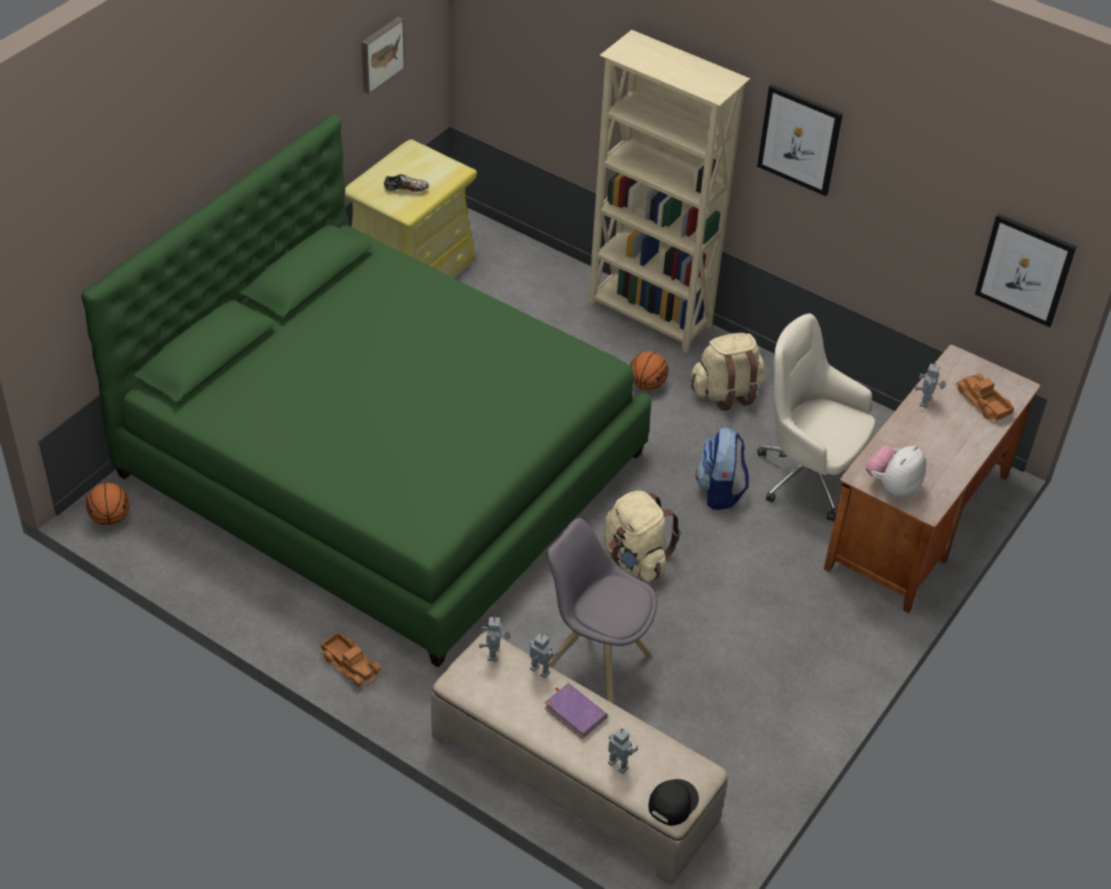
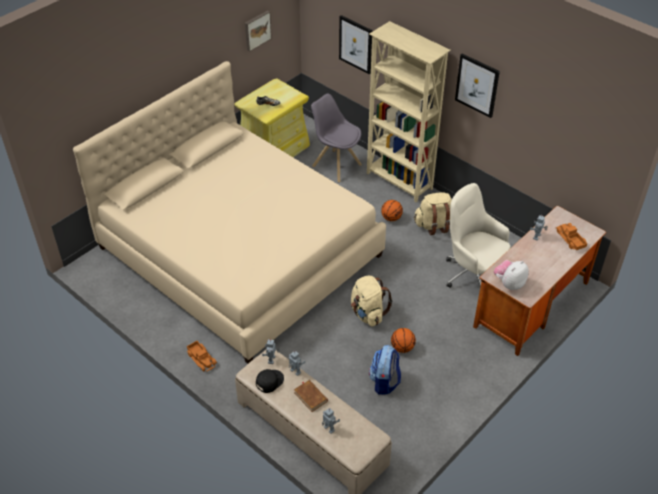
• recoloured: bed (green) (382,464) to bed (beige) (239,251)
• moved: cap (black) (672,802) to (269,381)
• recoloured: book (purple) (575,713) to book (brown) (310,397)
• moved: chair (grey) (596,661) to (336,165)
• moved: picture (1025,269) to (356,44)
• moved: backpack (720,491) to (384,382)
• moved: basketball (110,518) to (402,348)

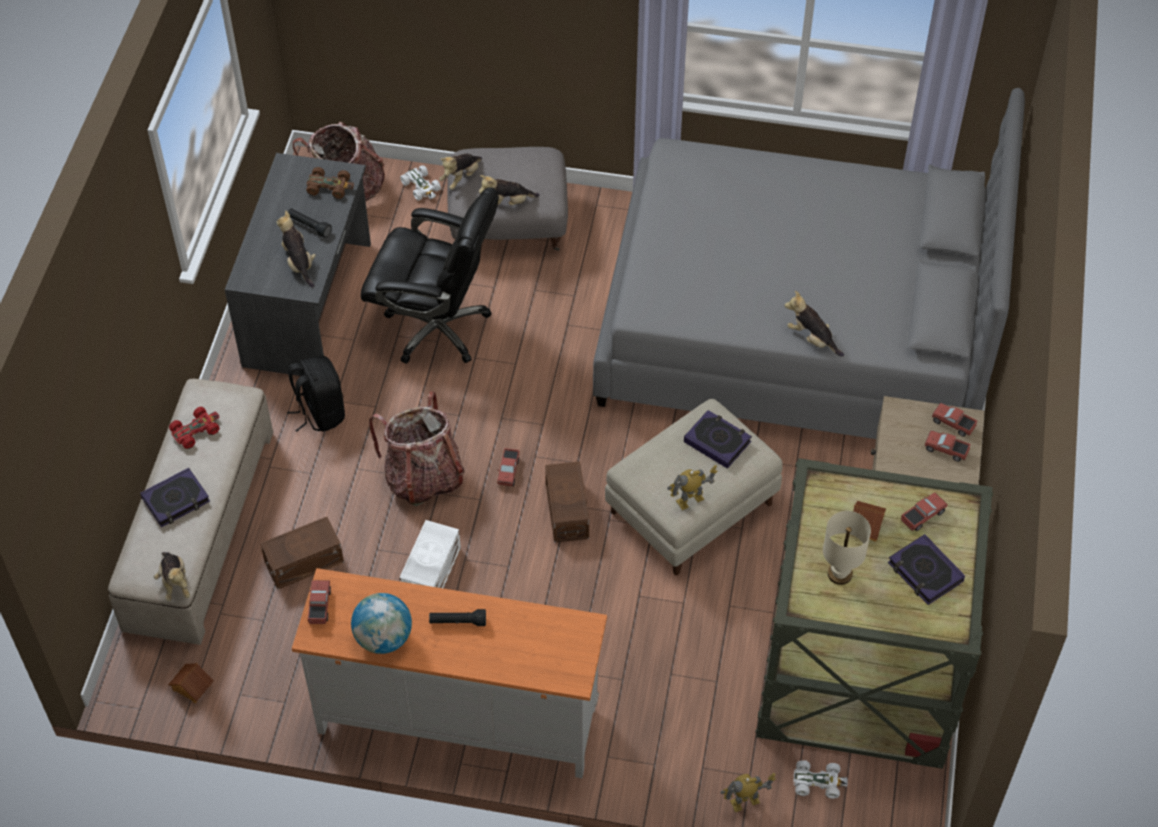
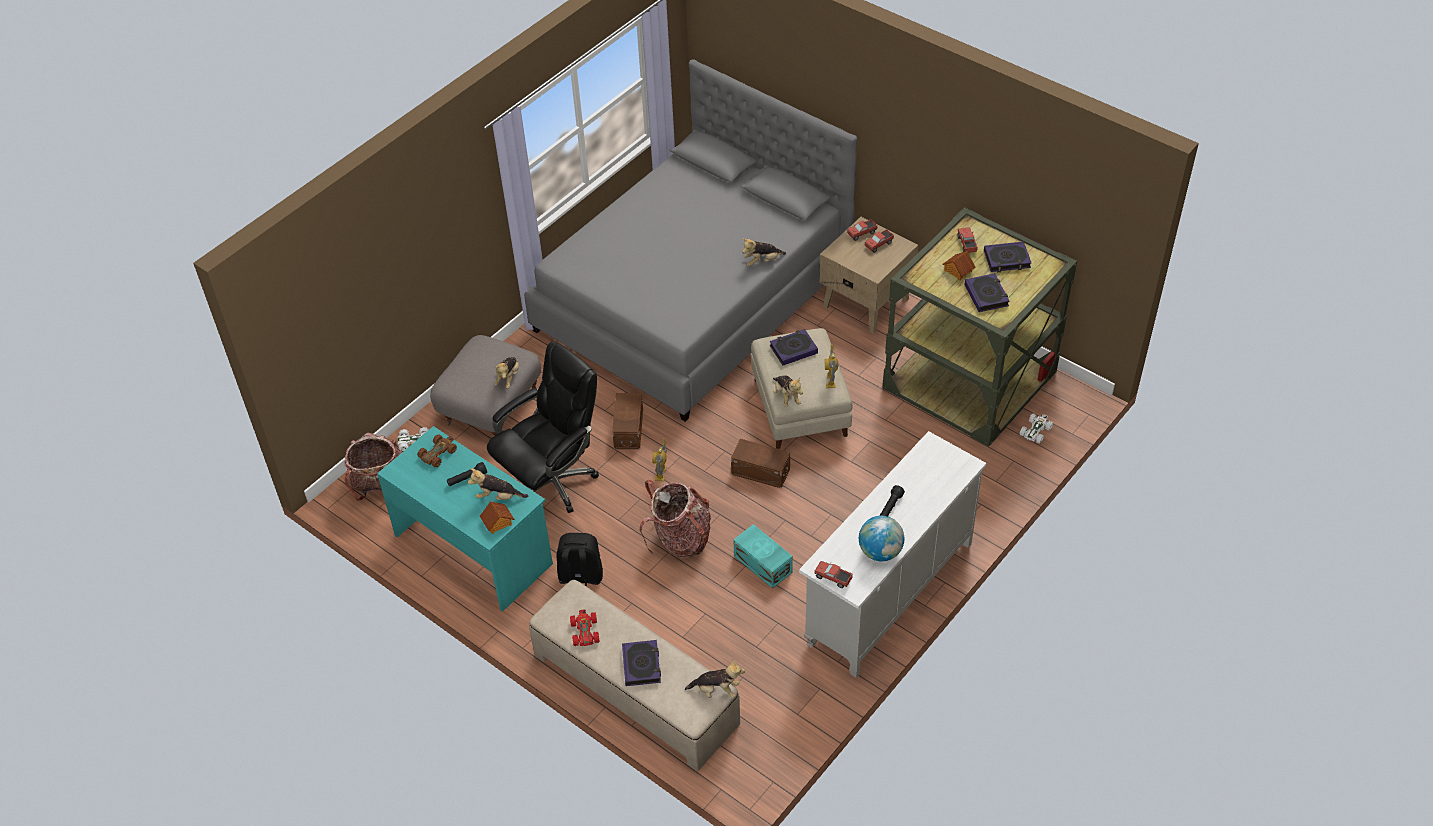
• recoloured: desk (grey) (309,304) to desk (turquoise) (474,548)
• moved: toy house (191,687) to (497,522)
• moved: storage box (brown) (302,562) to (627,430)
• moved: toy robot (745,803) to (661,474)
• recoloured: storage box (white) (430,573) to storage box (turquoise) (763,565)
• moved: plush toy (461,178) to (786,397)
• recoloured: dresser (orange) (457,717) to dresser (white) (887,593)
• replaced: table lamp (beige) (840,574) to book (986,295)
• removed: toy truck (508,472)

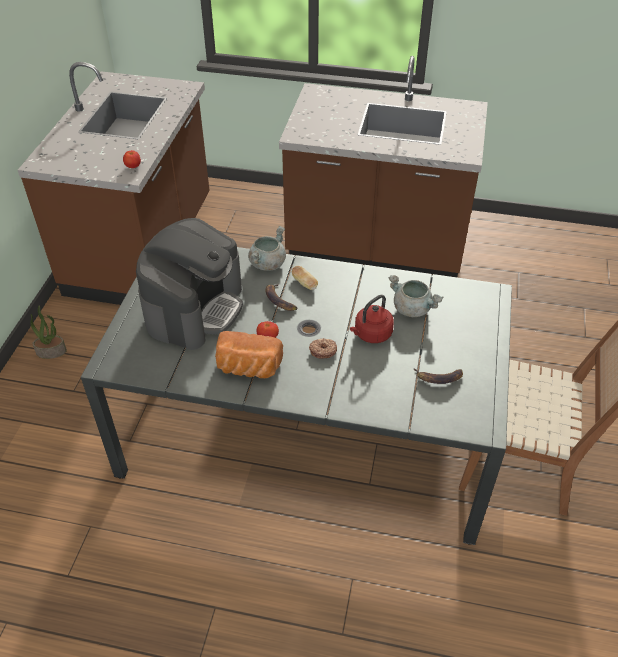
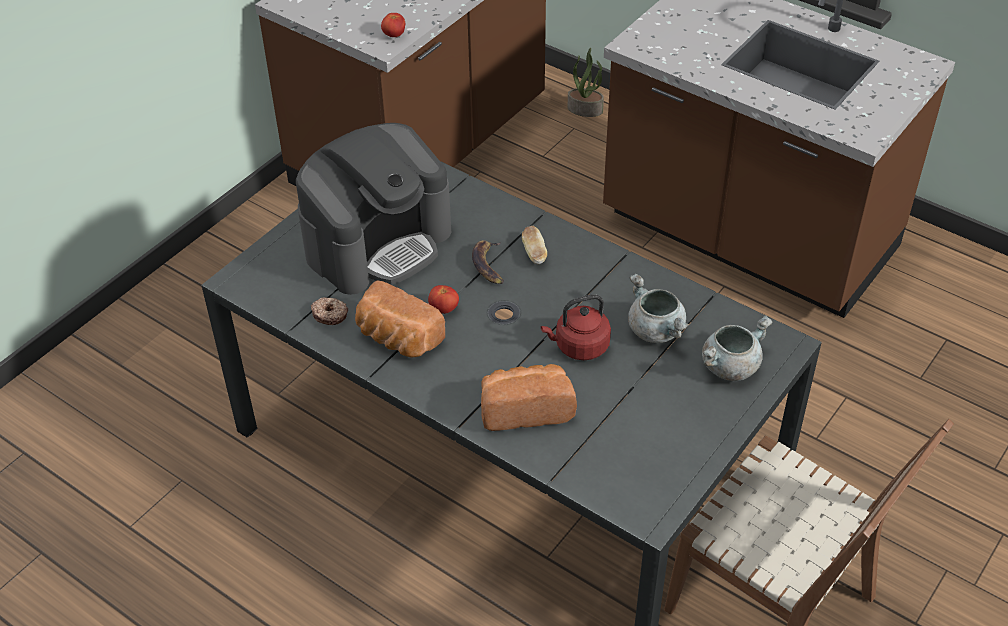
• moved: donut (323,351) to (330,314)
• added: bread (525,408)
• moved: potted plant (52,351) to (585,109)
• moved: cooking pot (grey) (267,263) to (730,366)
• removed: banana (438,378)

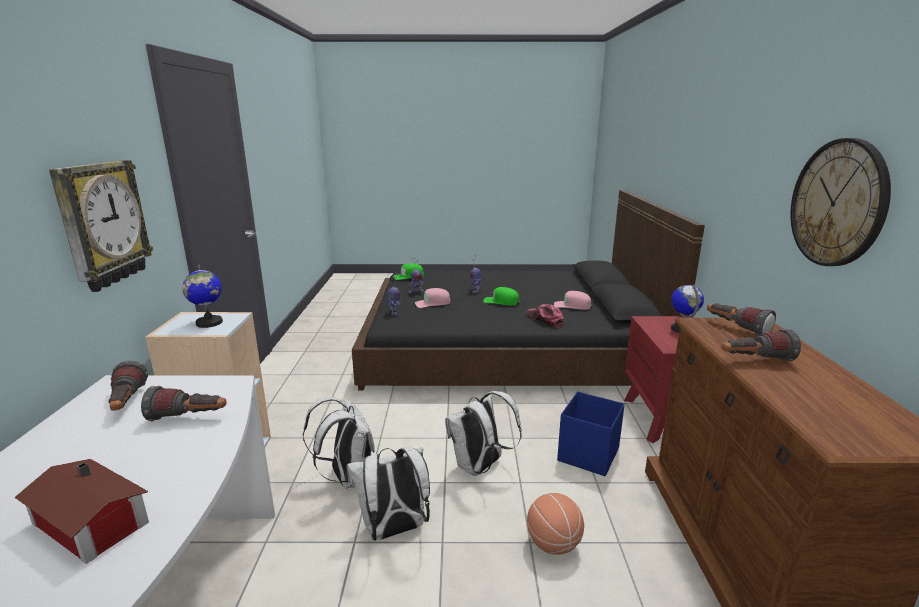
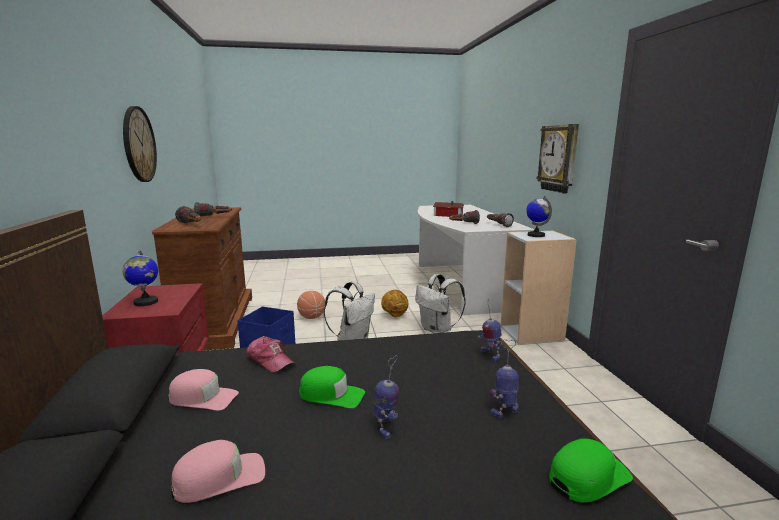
• moved: cap (pink) (432,303) to (220,478)
• replaced: backpack (white) (394,530) to basketball (394,315)

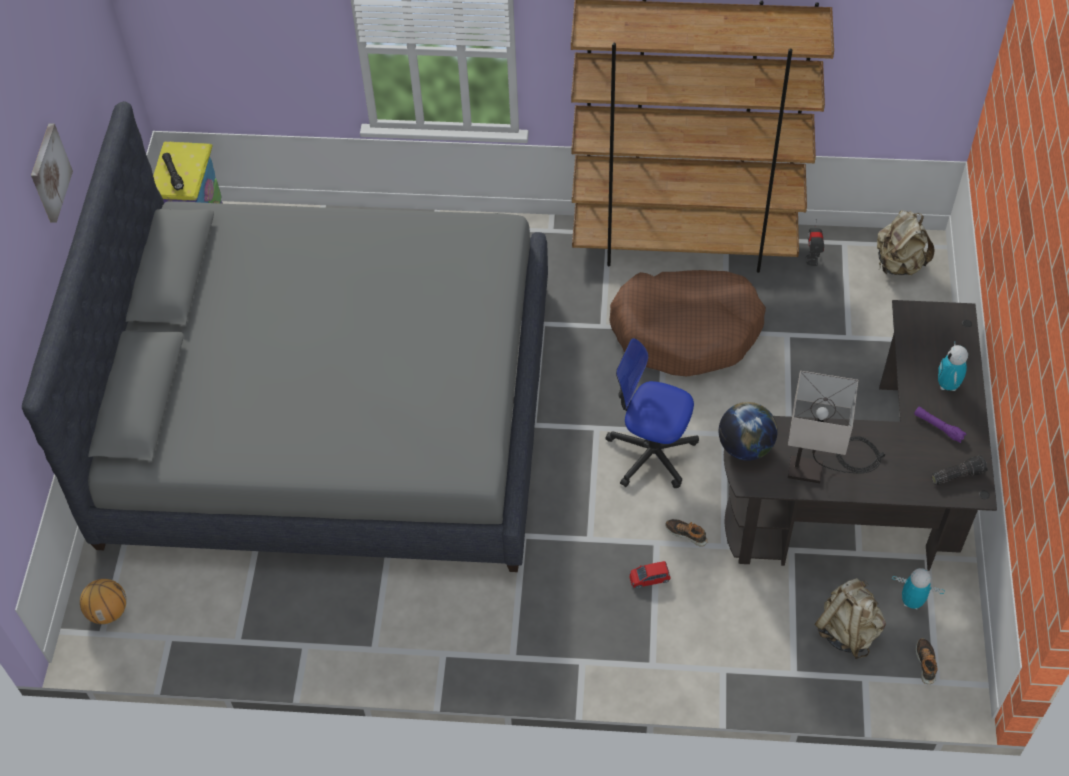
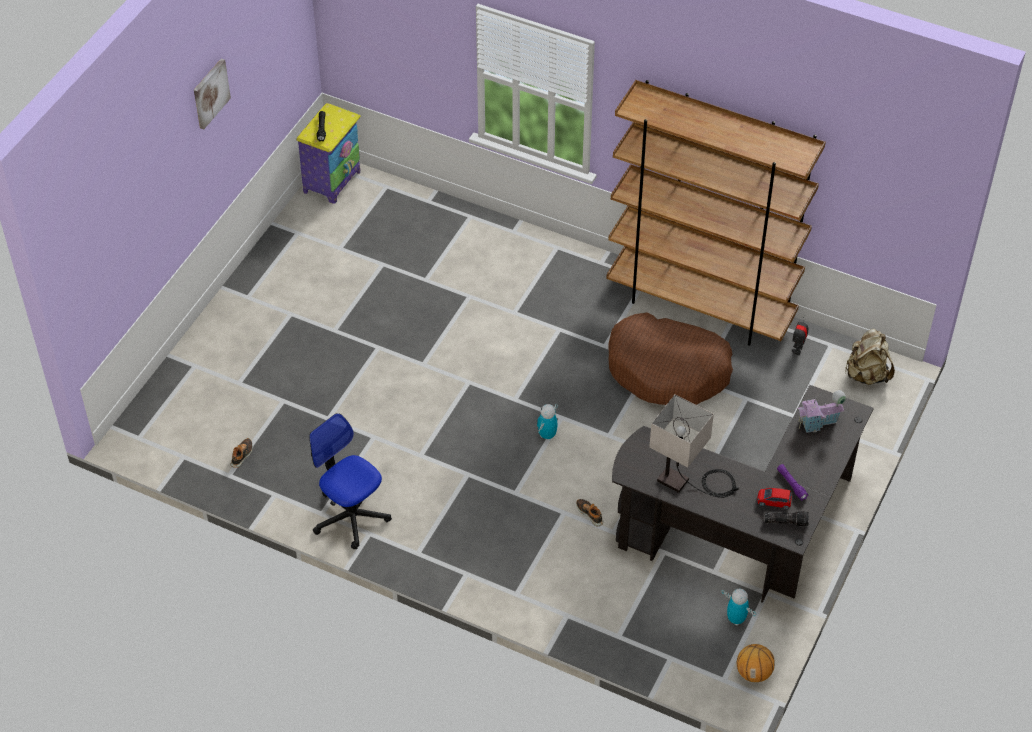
• moved: shoe (926,663) to (242,455)
• moved: office chair (651,452) to (351,516)
• moved: toy robot (947,385) to (547,435)
• moved: basketball (108,611) to (753,672)
• moved: toy car (red) (649,578) to (773,501)
• added: toy house (818,423)
• removed: bed (grey) (330,410)
• removed: globe (745,447)
• removed: backpack (beige) (847,630)

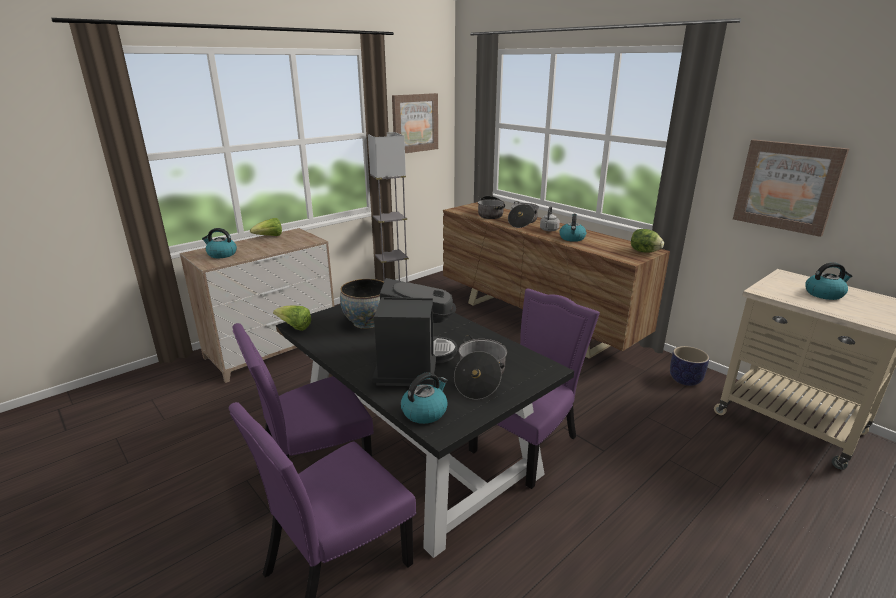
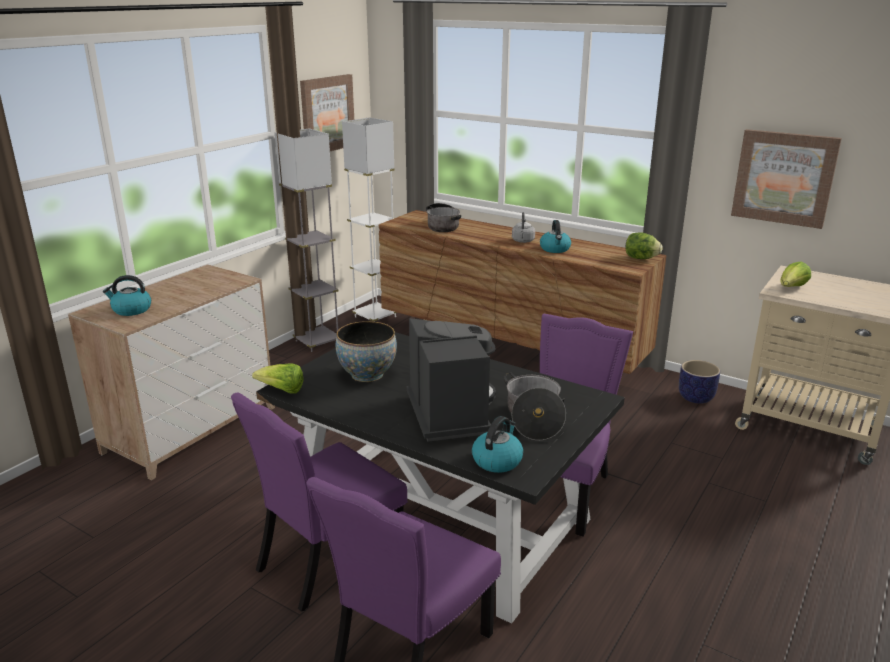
• added: floor lamp (white) (375,317)
• moved: lettuce (269,237) to (792,288)
• removed: cooking pot (522,222)
• removed: kettle (824,294)

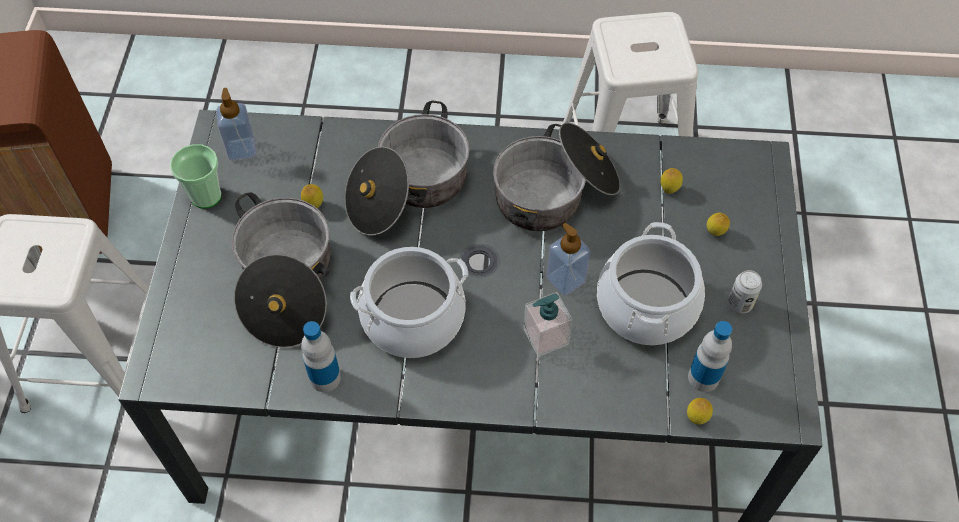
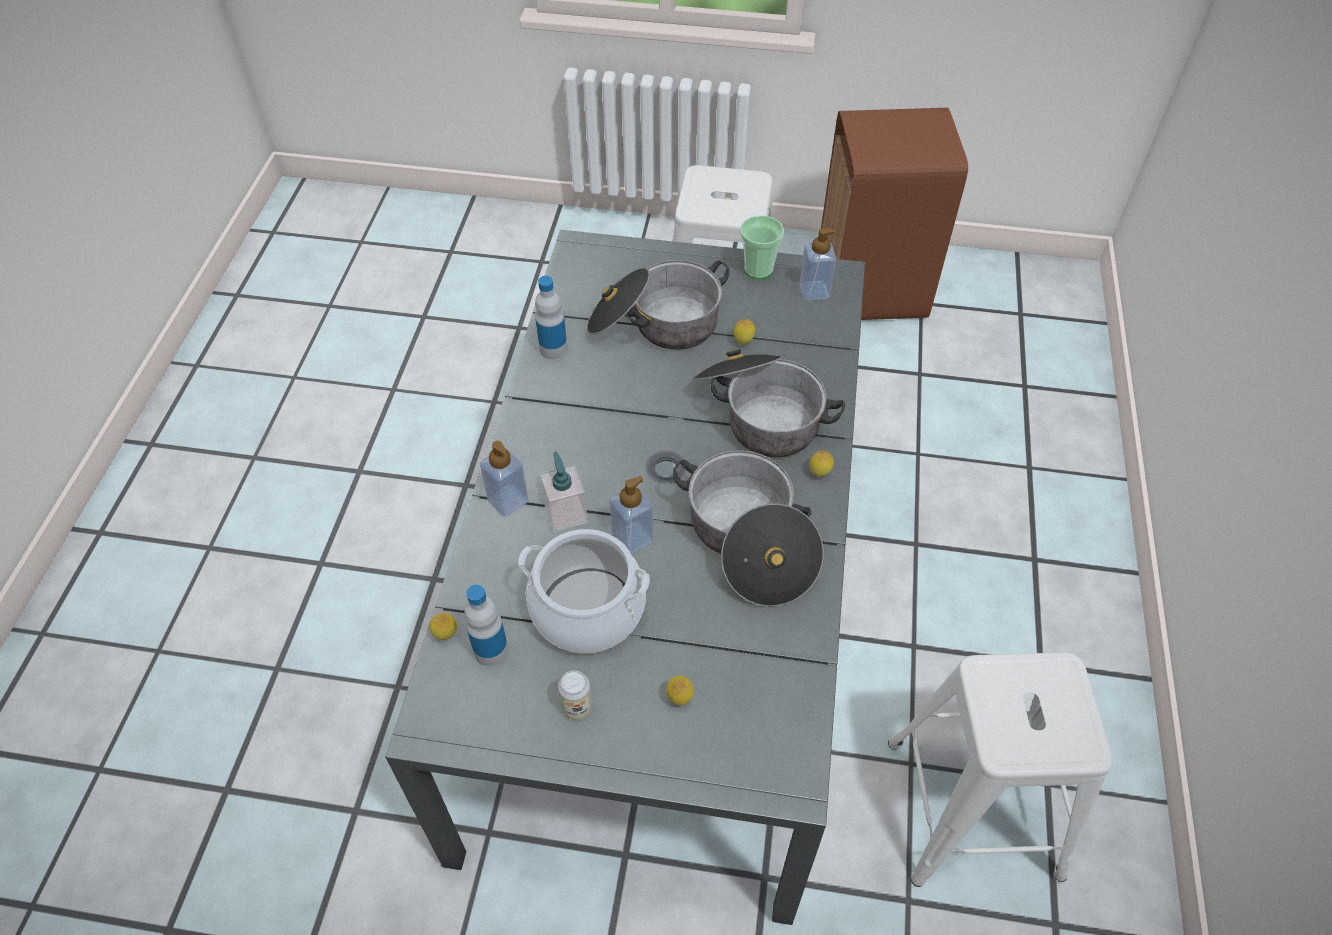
• added: soap dispenser (508,501)
• moved: lemon (669,189) to (819,473)
• removed: cooking pot (413,318)

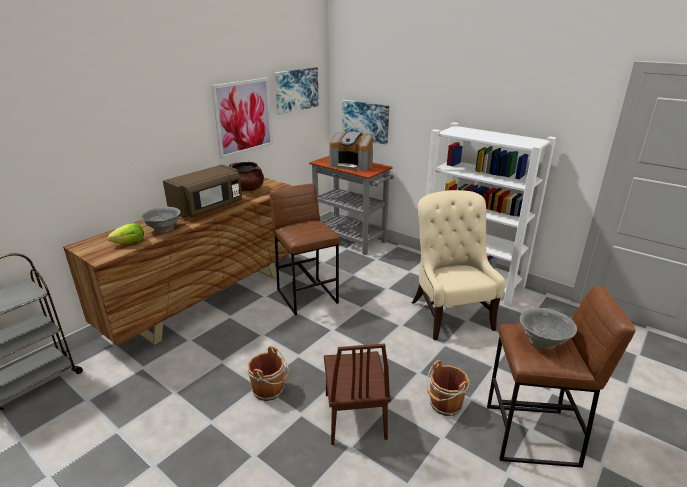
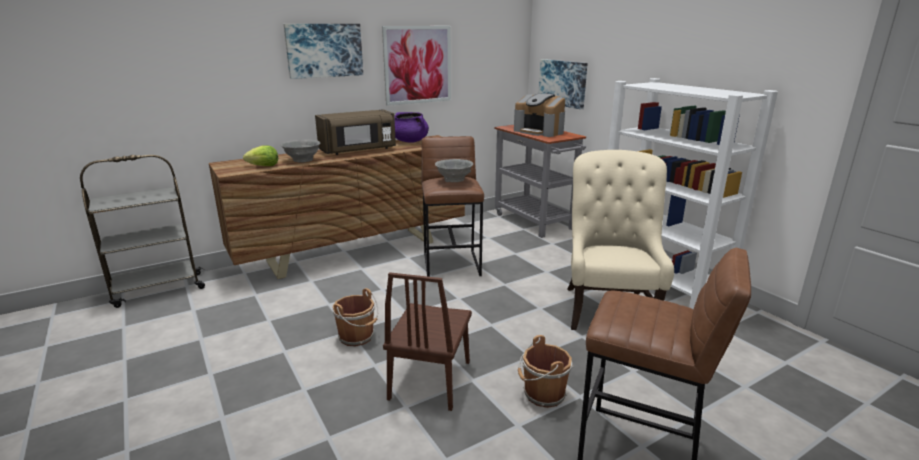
• moved: picture (296,90) to (324,50)
• recoloured: cooking pot (brown) (247,189) to cooking pot (purple) (410,141)
• moved: bowl (grey) (543,342) to (454,180)

